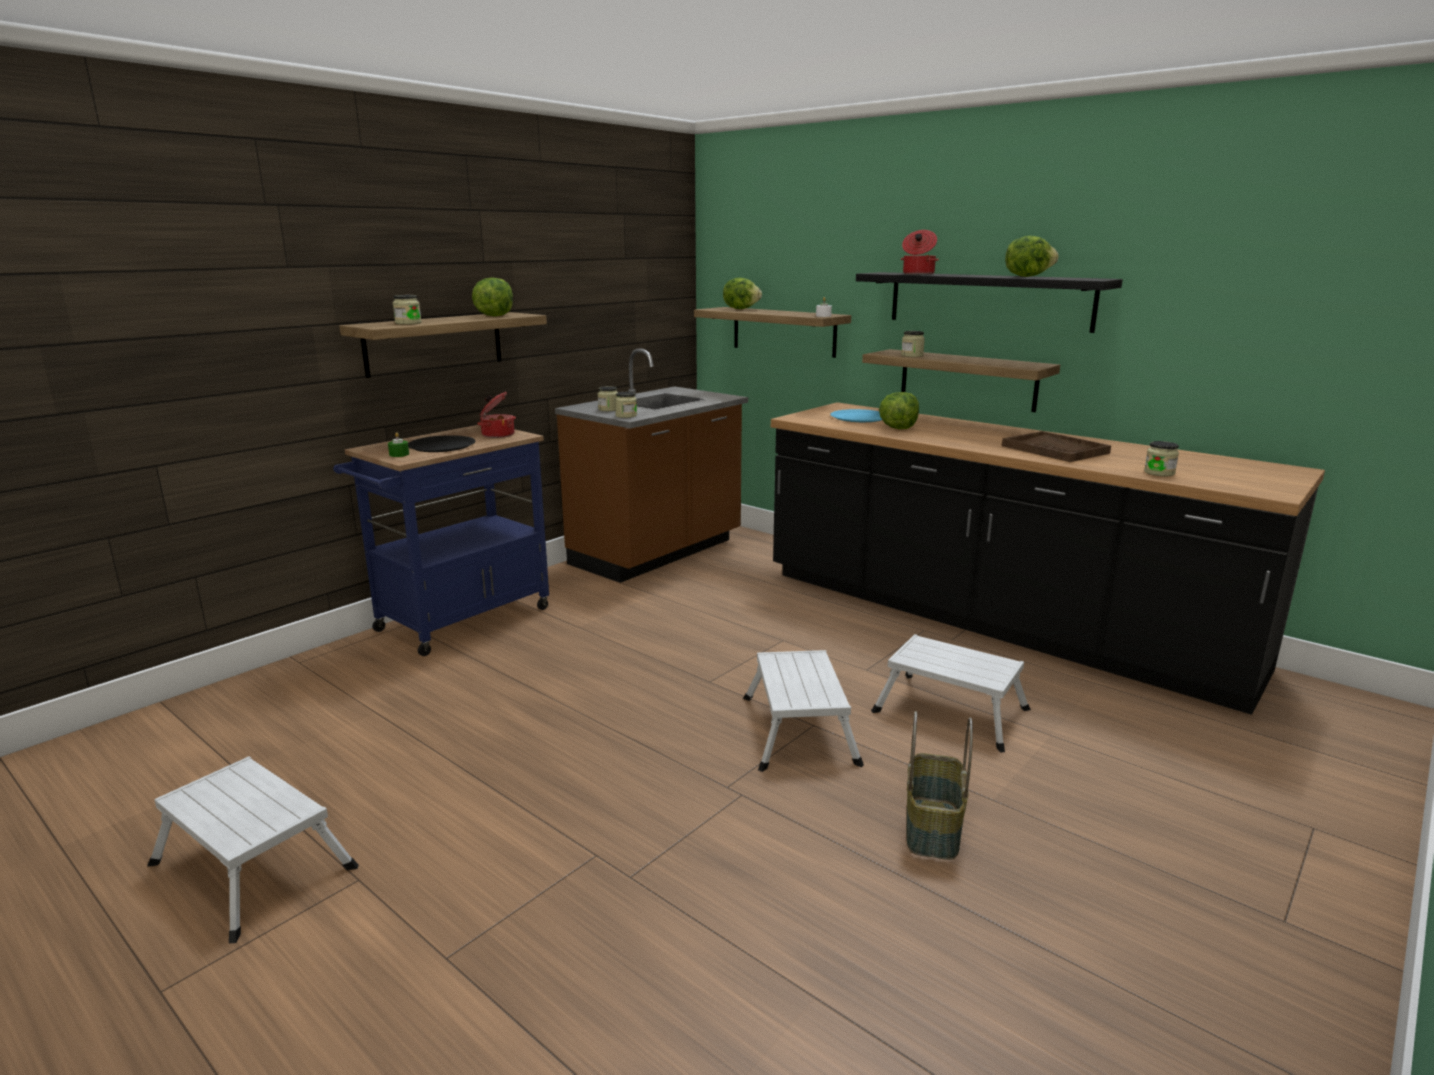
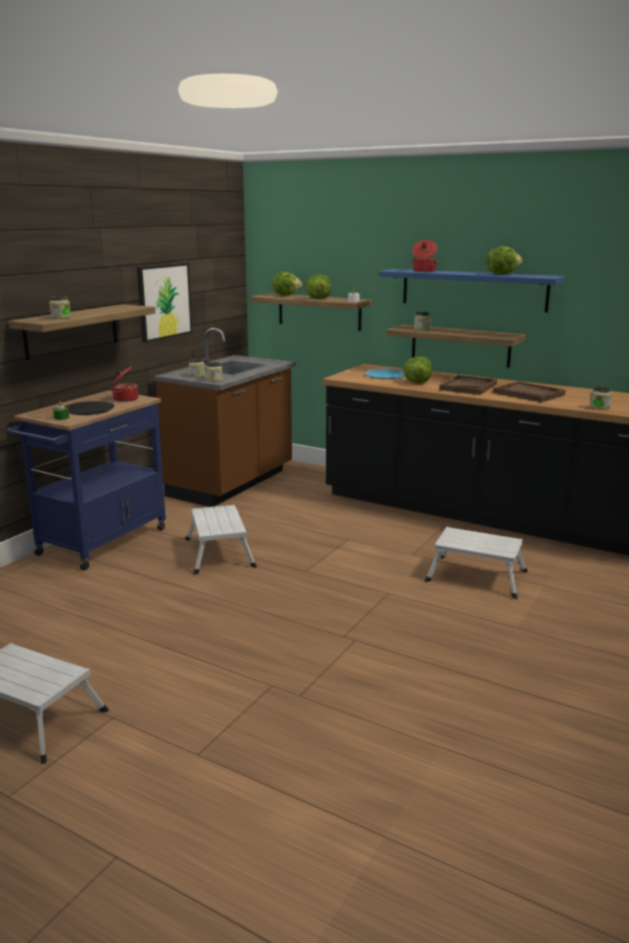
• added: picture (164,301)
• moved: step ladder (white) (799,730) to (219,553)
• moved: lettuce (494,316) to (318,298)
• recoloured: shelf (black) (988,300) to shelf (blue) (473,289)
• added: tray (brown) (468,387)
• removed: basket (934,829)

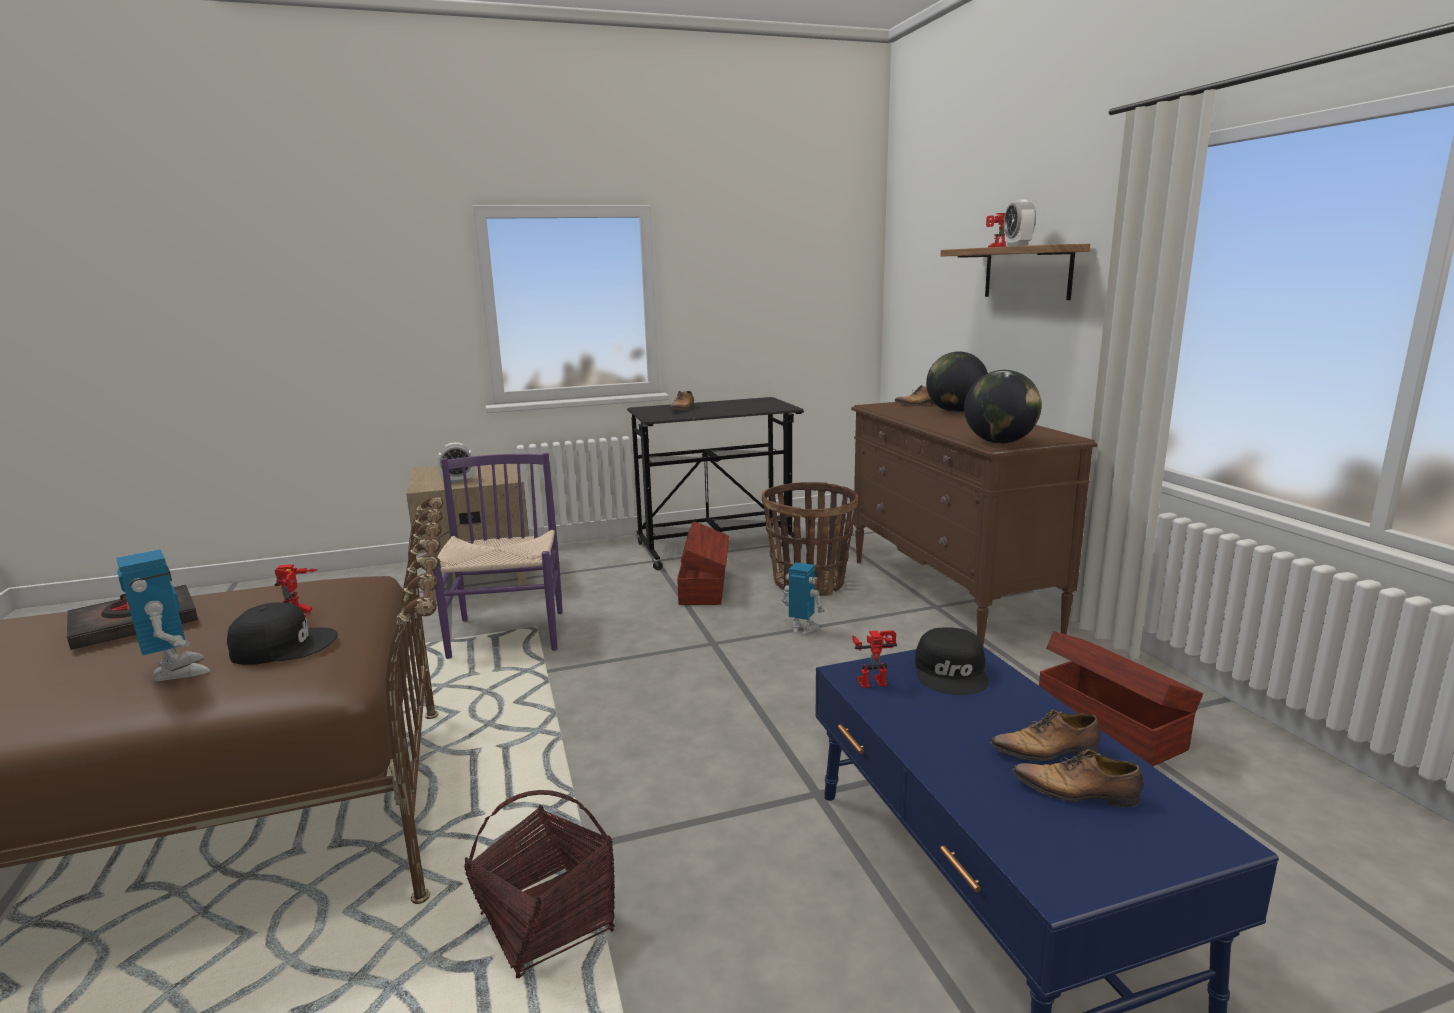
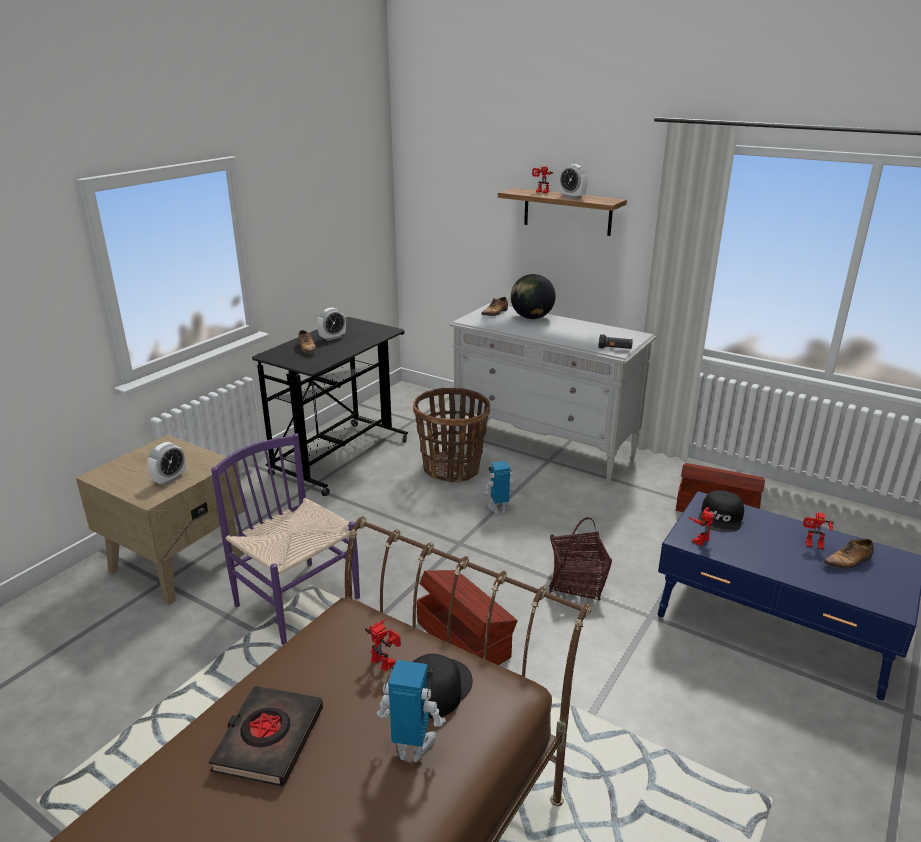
• added: alarm clock (332,338)
• moved: storage box (brown) (704,587) to (463,638)
• recoloured: dresser (brown) (948,595) to dresser (white) (544,448)
• moved: basket (548,923) to (577,582)
• replaced: globe (999,442) to flashlight (black) (615,349)
• turned: cap (black) (952,672) = (721,517) 60 degrees clockwise
• replaced: shoe (1047,751) to toy robot (813,545)

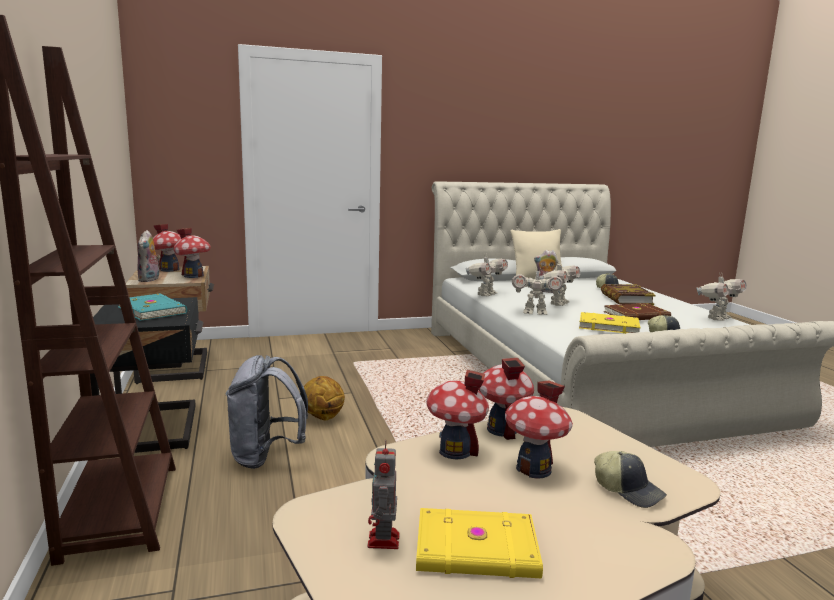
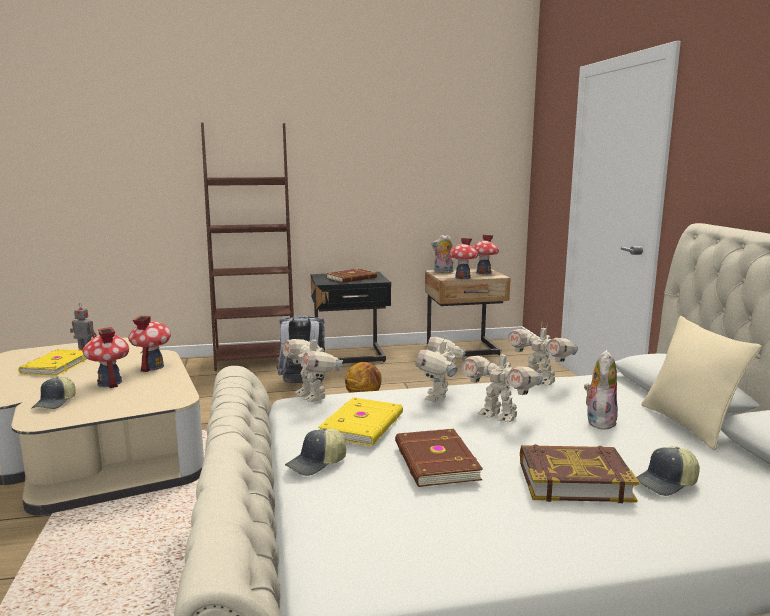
• turned: cap (628,490) = (56,403) 45 degrees counterclockwise
• moved: toy robot (717,318) to (312,396)
• recoloured: book (turquoise) (153,310) to book (brown) (352,278)
• removed: toy house (502,429)

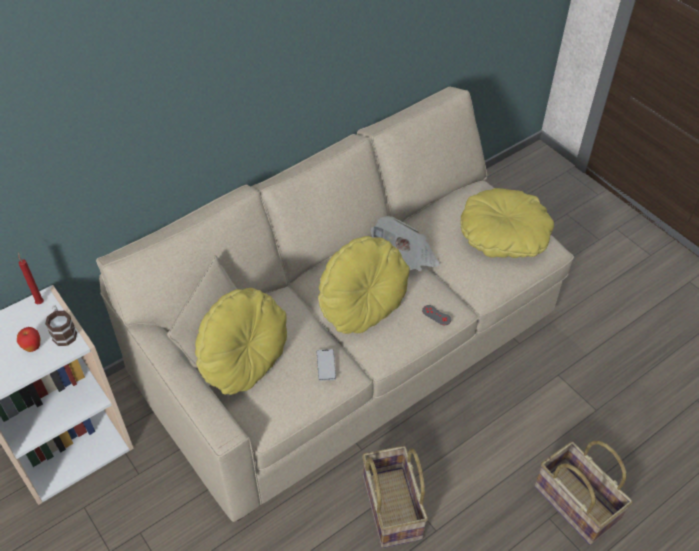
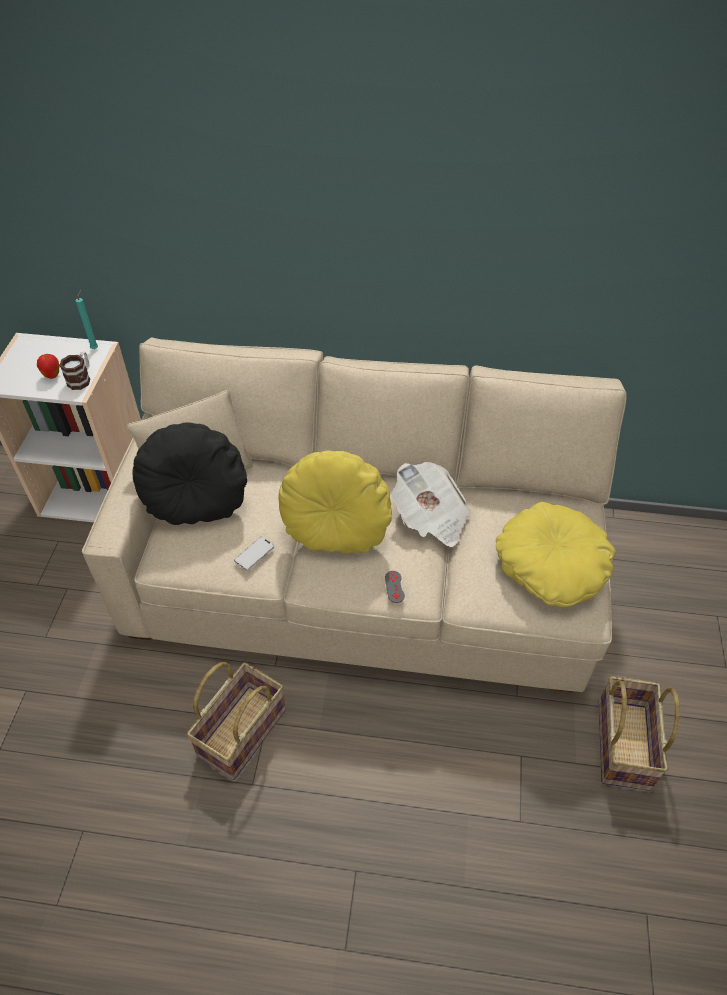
• recoloured: candle (red) (40,302) to candle (turquoise) (95,348)
• recoloured: pillow (yellow) (246,367) to pillow (black) (198,508)
• moved: basket (574,504) to (622,744)

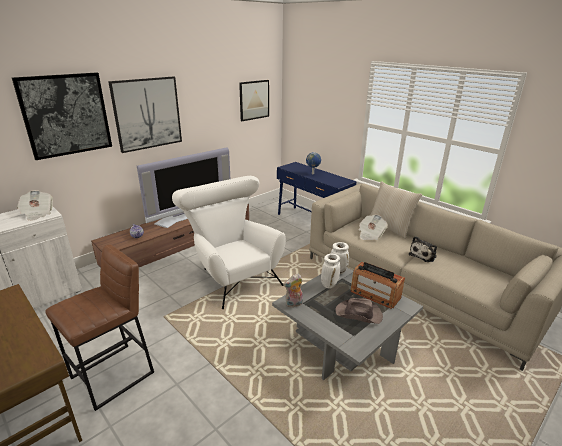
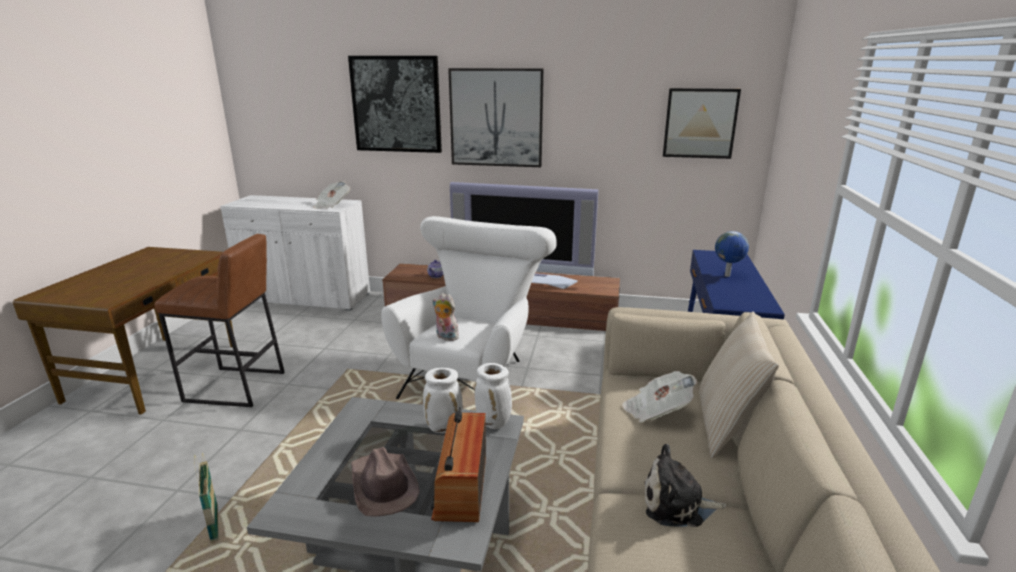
• added: basket (214,524)
• moved: plush toy (294,304) to (445,337)

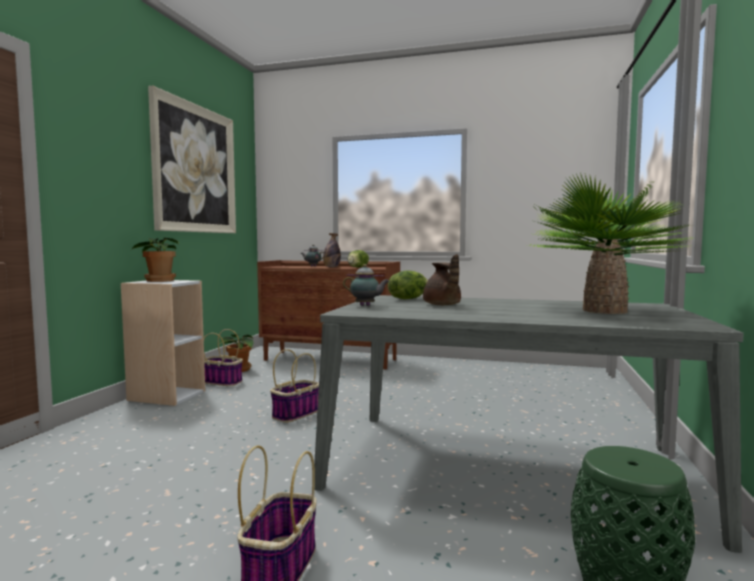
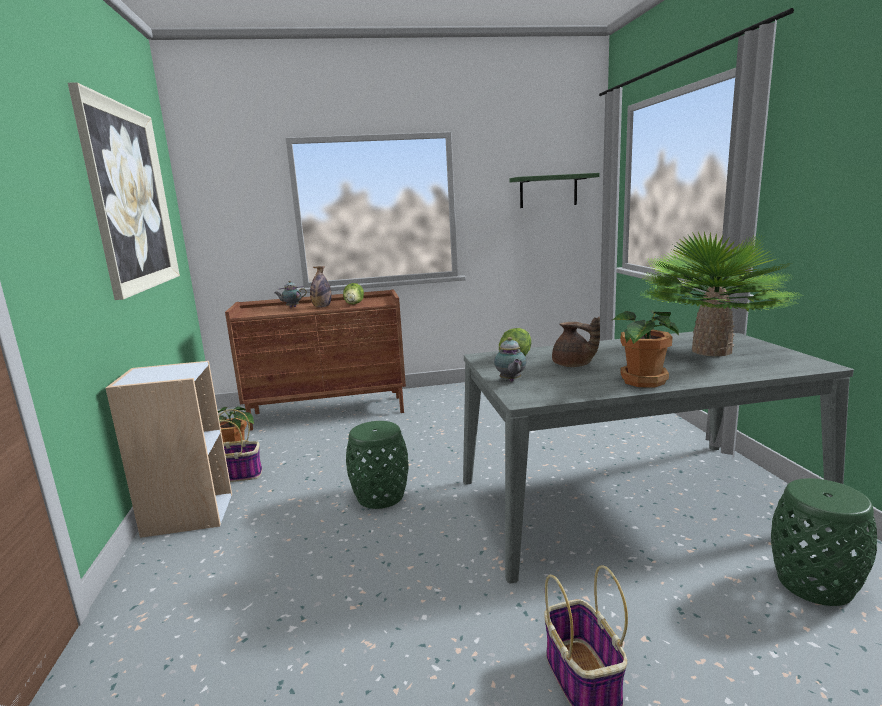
• replaced: basket (296,414) to stool (green) (380,496)
• turned: teapot (366,305) = (510,381) 90 degrees clockwise
• added: shelf (green) (548,191)
• moved: potted plant (159,280) to (642,381)

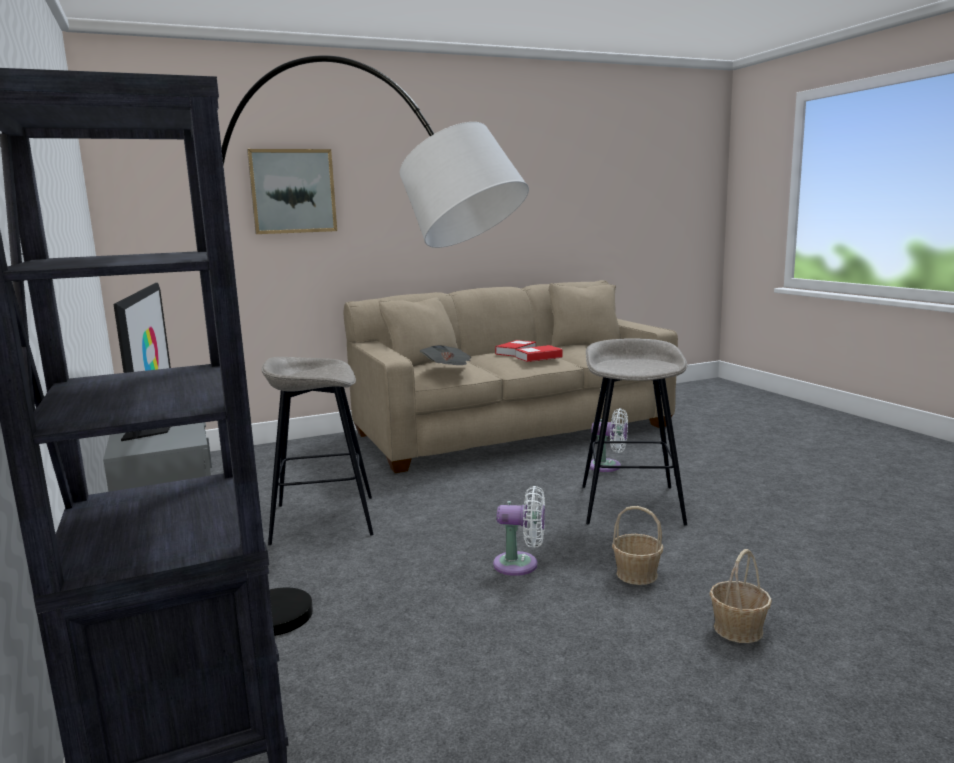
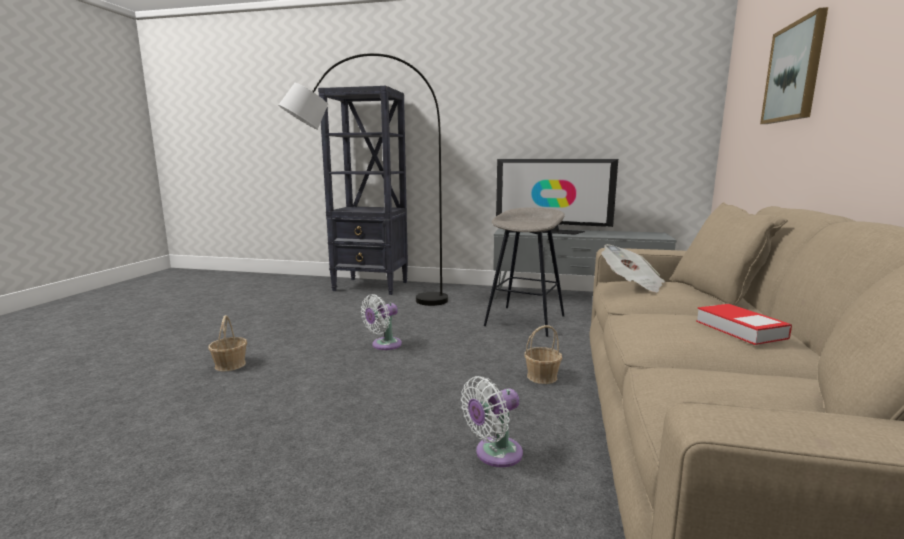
• moved: basket (636,574) to (542,377)
• removed: book (538,357)
• removed: stool (grey) (631,504)

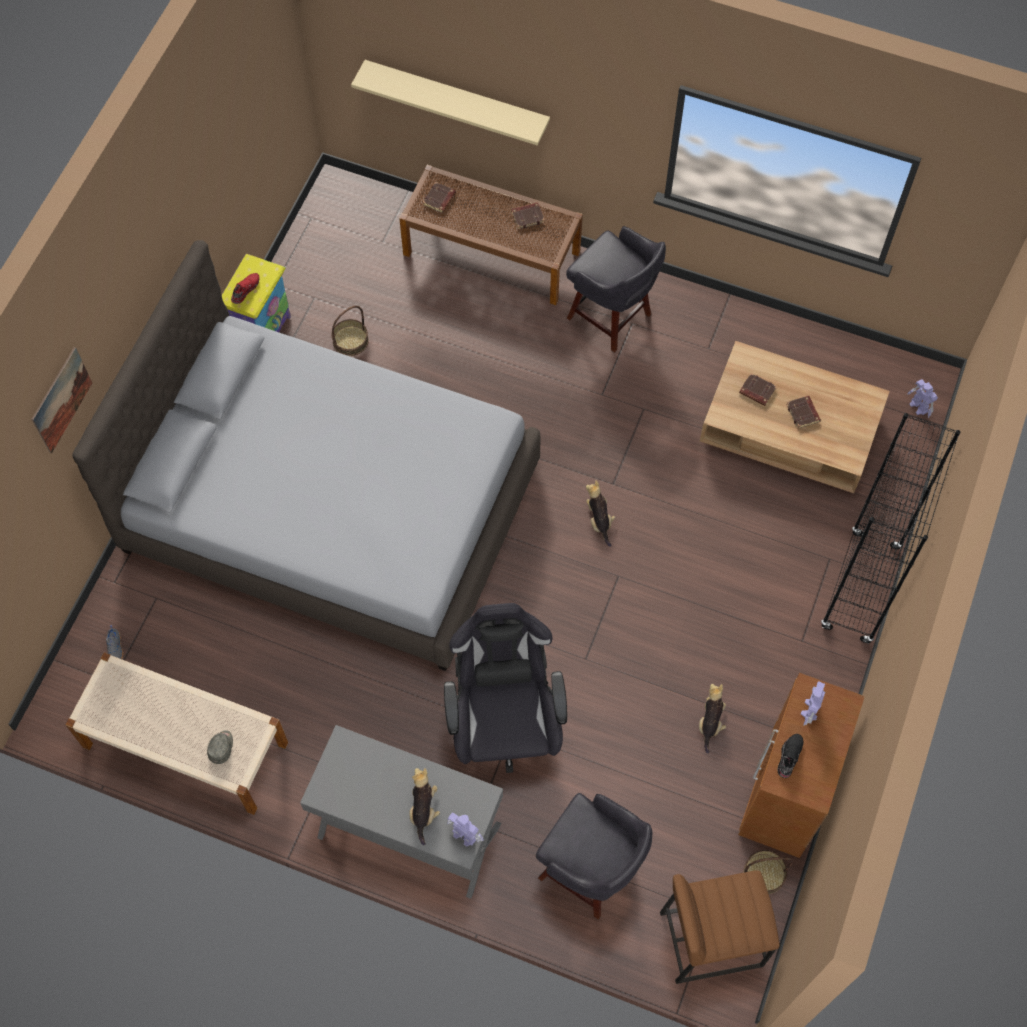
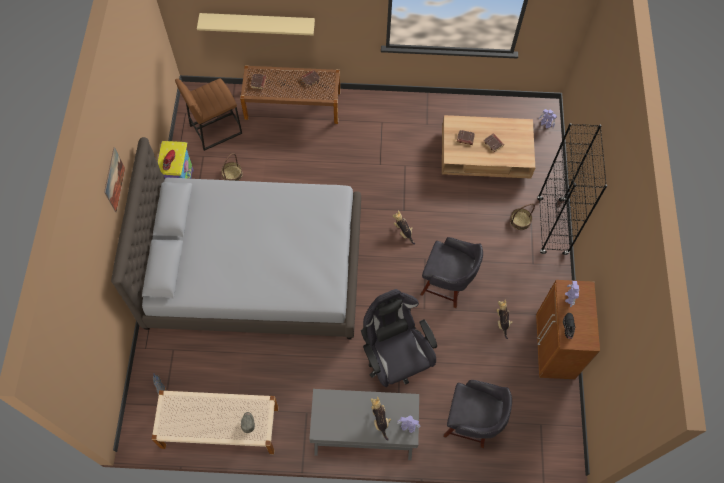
• moved: picture (61,400) to (114,179)
• moved: stool (brown) (710,939) to (215,129)
• moved: stool (grey) (611,319) to (446,287)
• moved: basket (764,874) to (520,220)

